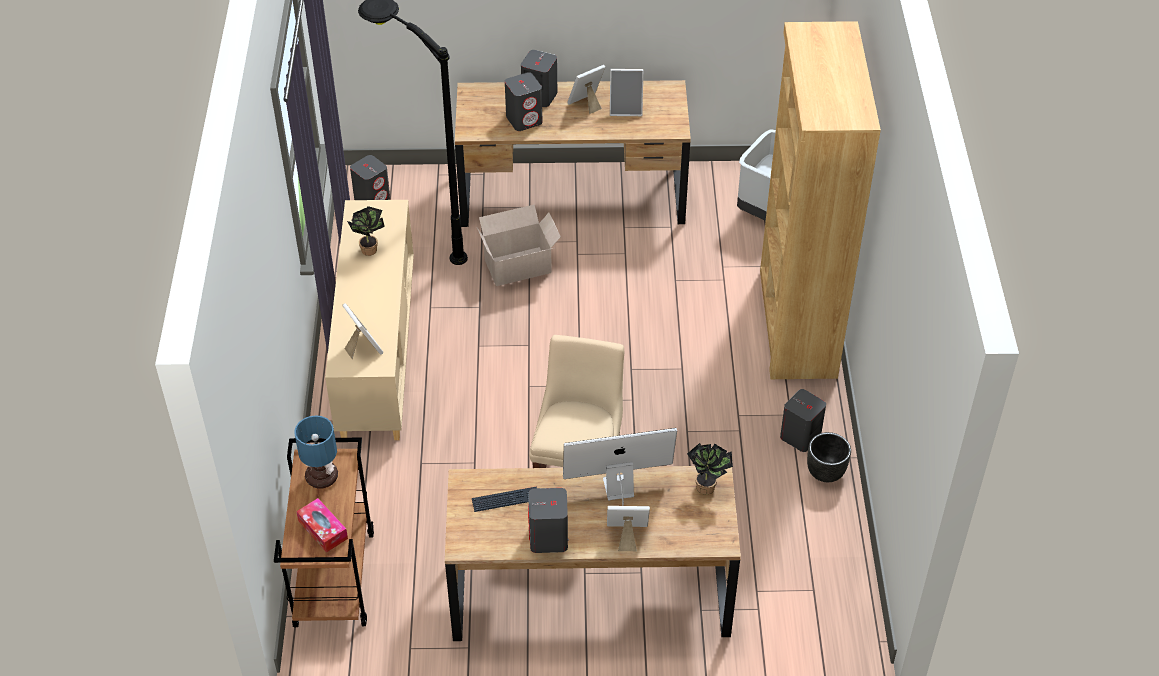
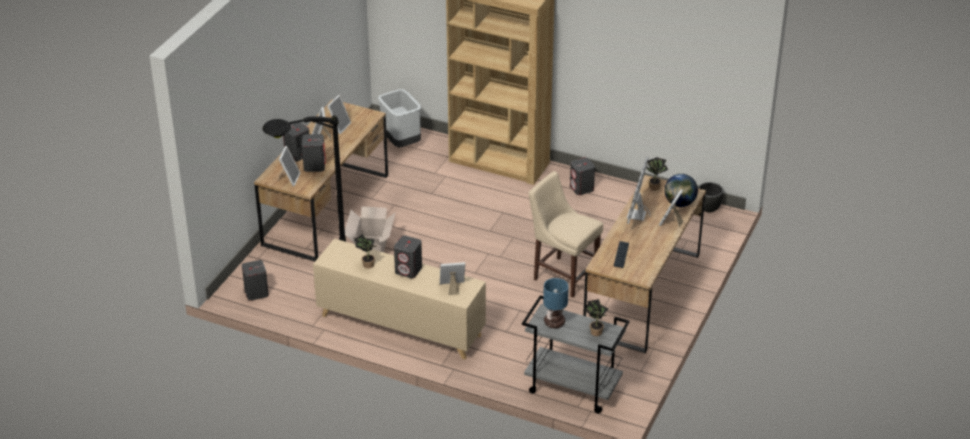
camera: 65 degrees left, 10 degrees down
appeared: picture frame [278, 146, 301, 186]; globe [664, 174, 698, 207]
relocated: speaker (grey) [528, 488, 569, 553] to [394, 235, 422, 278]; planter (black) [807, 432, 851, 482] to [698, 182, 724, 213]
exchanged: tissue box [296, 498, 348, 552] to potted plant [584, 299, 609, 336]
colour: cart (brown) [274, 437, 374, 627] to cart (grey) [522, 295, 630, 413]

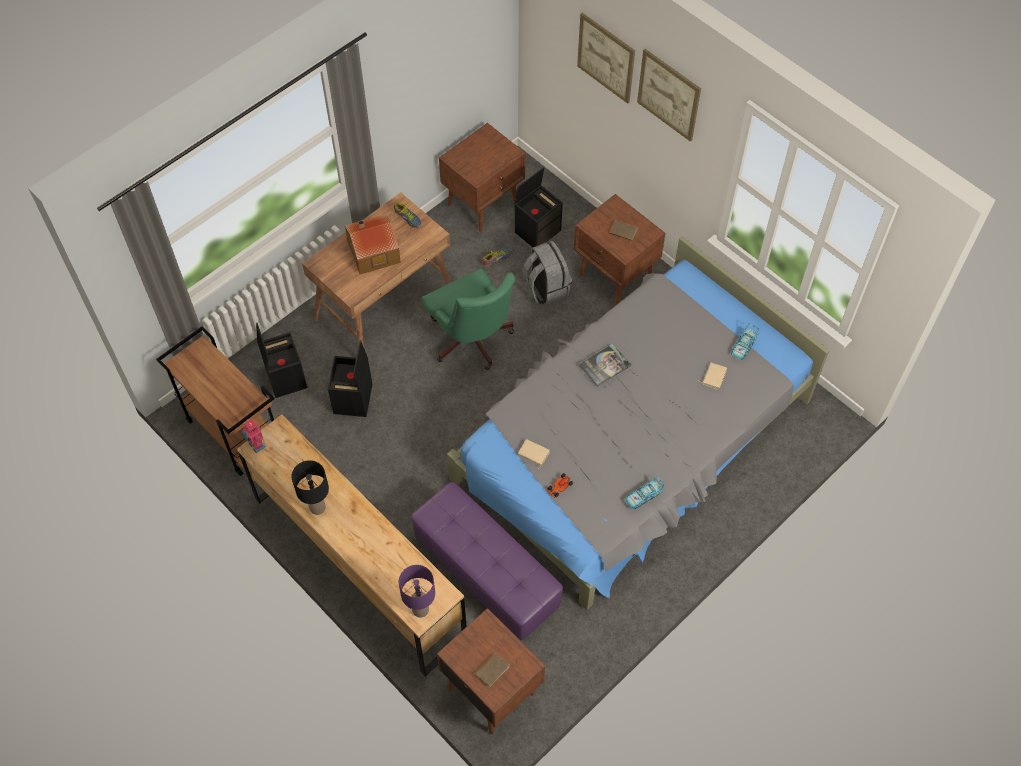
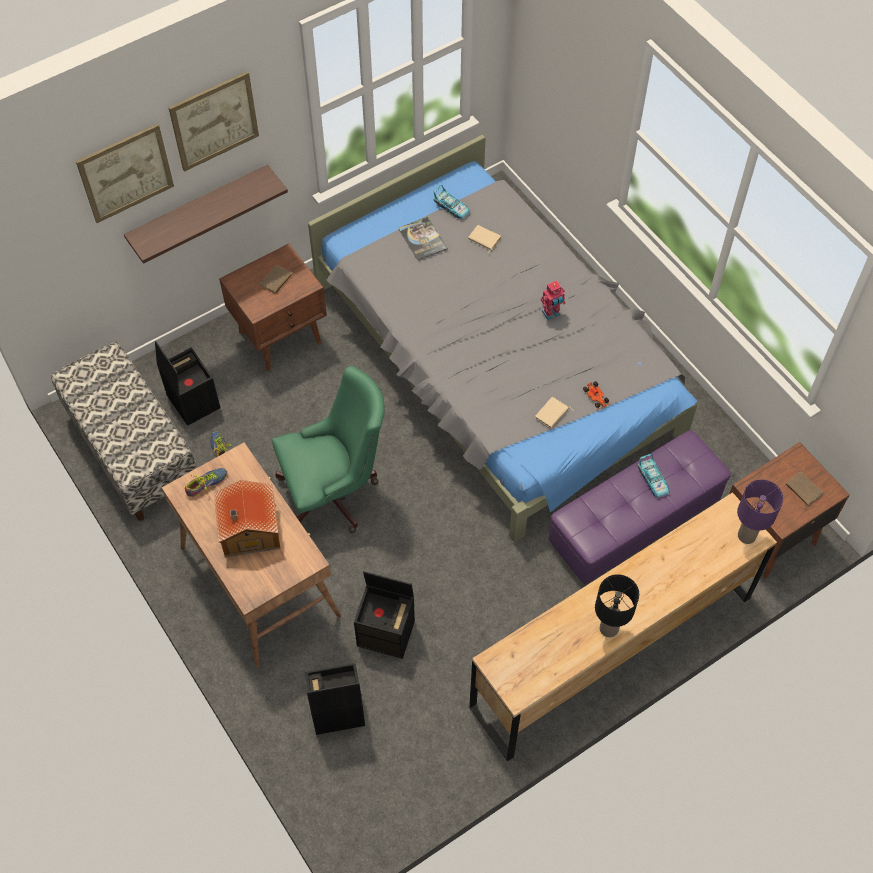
camera: 80 degrees left, 0 degrees up
missing: cart (brown) [156, 326, 275, 476]; backpack (grey) [523, 241, 572, 305]
appeared: shelf [124, 165, 288, 264]
relocated: toy robot [242, 418, 266, 453] to [541, 281, 566, 320]; book [579, 344, 631, 387] to [399, 217, 448, 261]; toy car [625, 476, 664, 509] to [637, 453, 670, 498]
exchanged: nightstand (brown) [439, 123, 526, 232] to bench [51, 342, 197, 521]

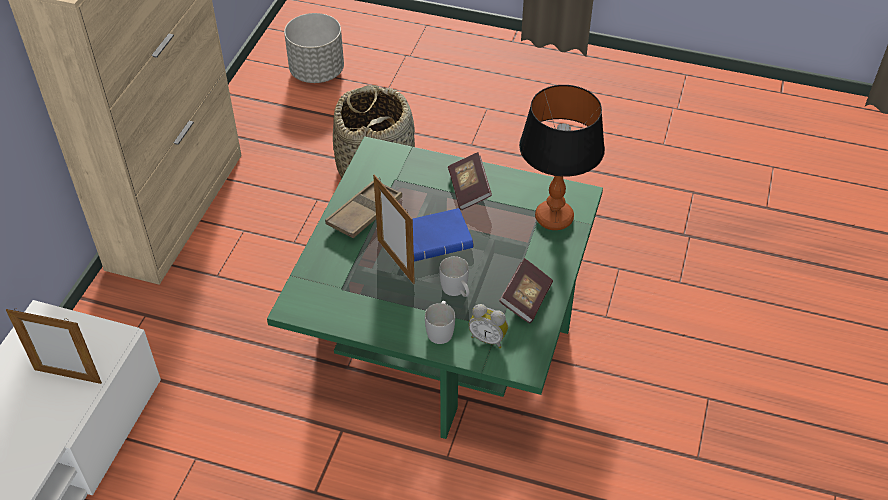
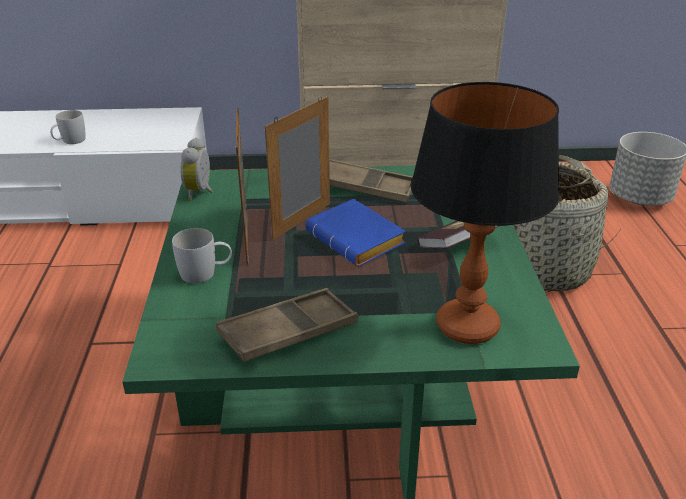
camera: 70 degrees right, 15 degrees down
relocated: picture frame [6, 308, 102, 384] to [236, 107, 248, 265]; mug (white) [439, 256, 469, 297] to [50, 110, 86, 144]; alarm clock [468, 304, 508, 348] to [180, 138, 213, 200]
exchanged: book [499, 258, 553, 323] to tray (brown) [216, 288, 358, 362]

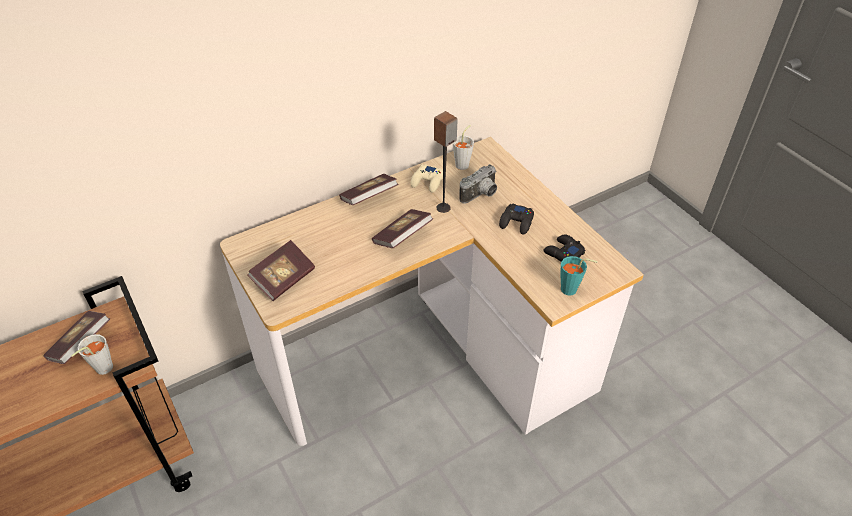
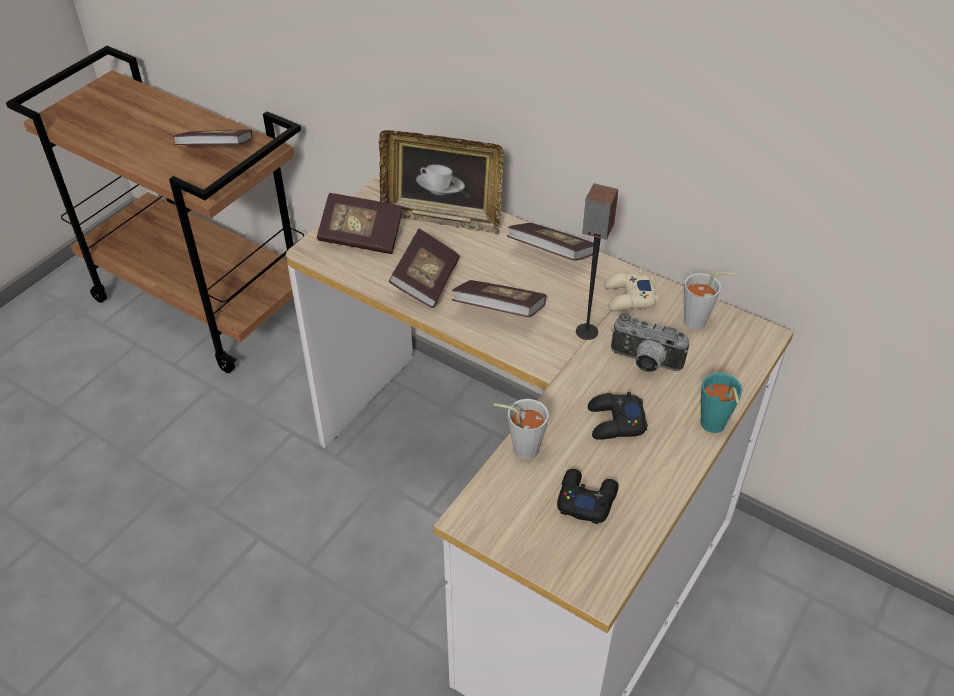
camera: 65 degrees right, 0 degrees up
appeared: picture frame [379, 130, 504, 234]; book [389, 228, 460, 308]
relocated: cup (grey) [71, 334, 113, 375] to [494, 399, 549, 460]; cup (turquoise) [560, 256, 598, 296] to [700, 373, 743, 433]

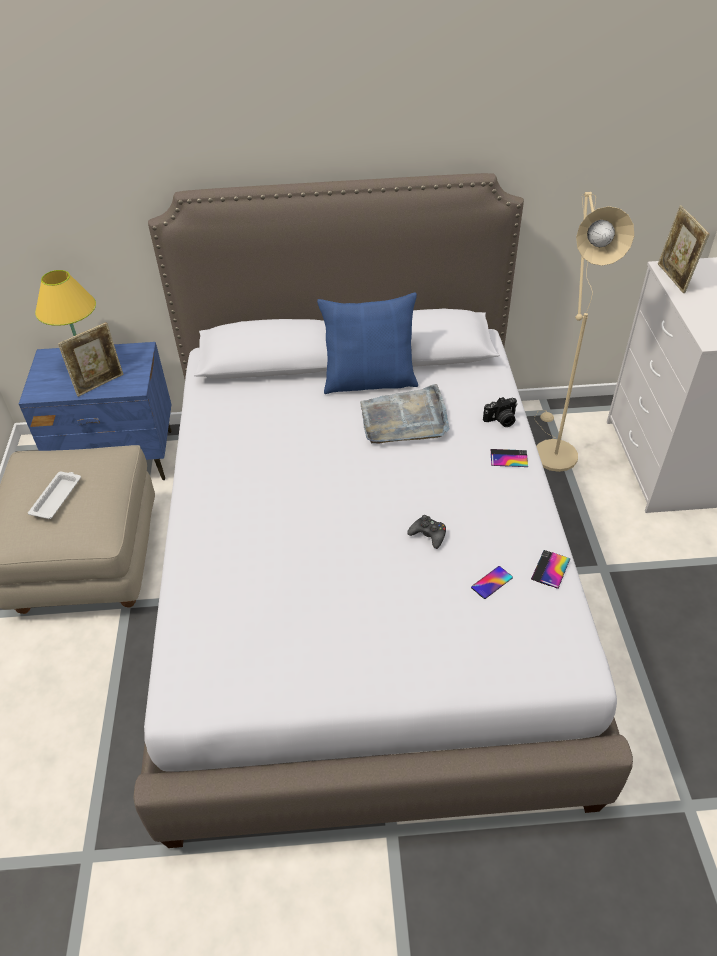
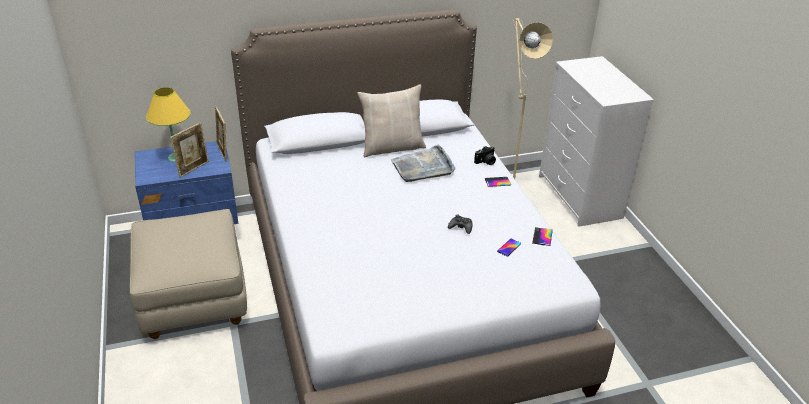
camera: 15 degrees left, 10 degrees down
missing: tray (white) [28, 472, 81, 519]
relocated: picture frame [658, 205, 710, 293] to [215, 106, 227, 161]
colour: pillow (blue) [317, 293, 418, 394] to pillow (beige) [357, 84, 426, 157]

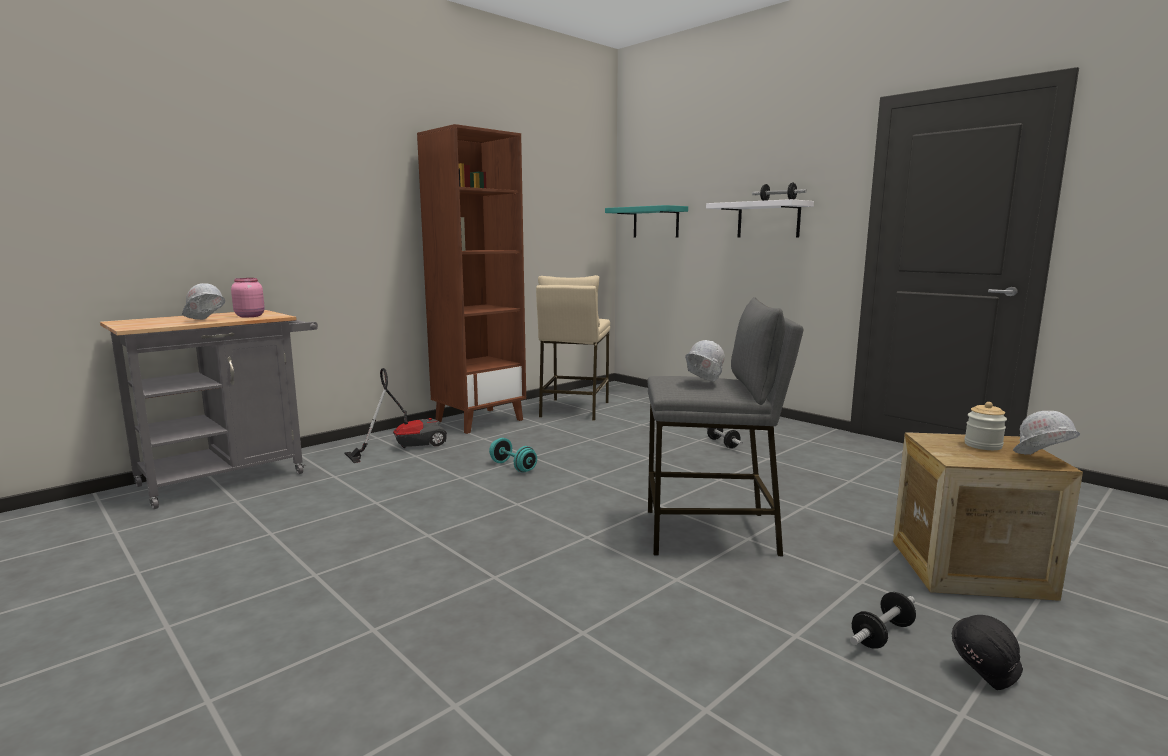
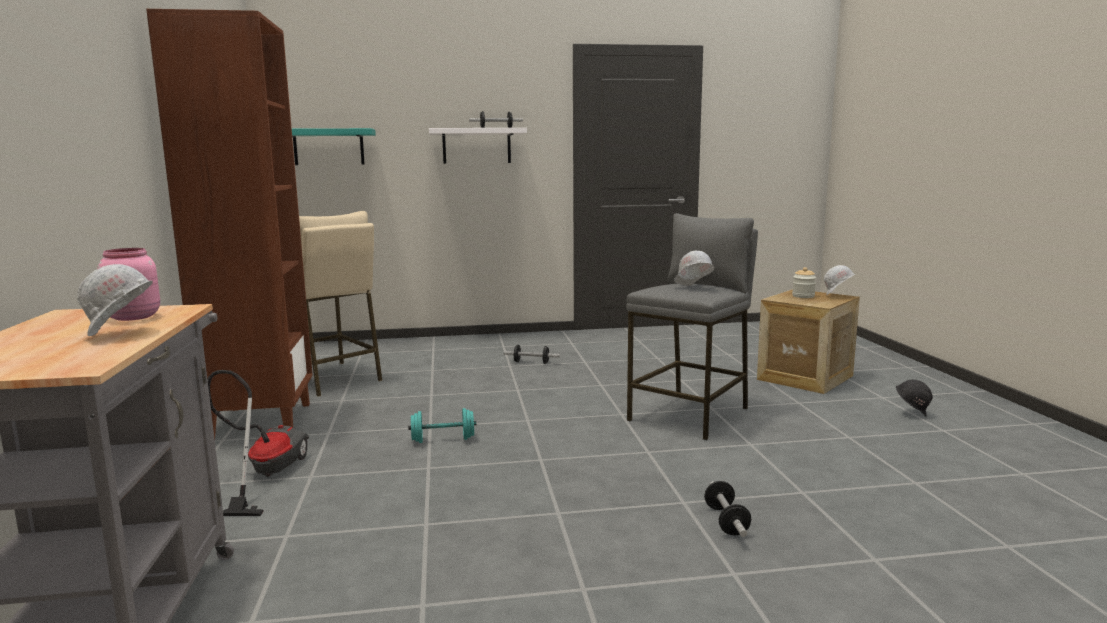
camera: 55 degrees left, 0 degrees up
relocated: dumbbell [850, 592, 916, 649] to [704, 481, 751, 537]

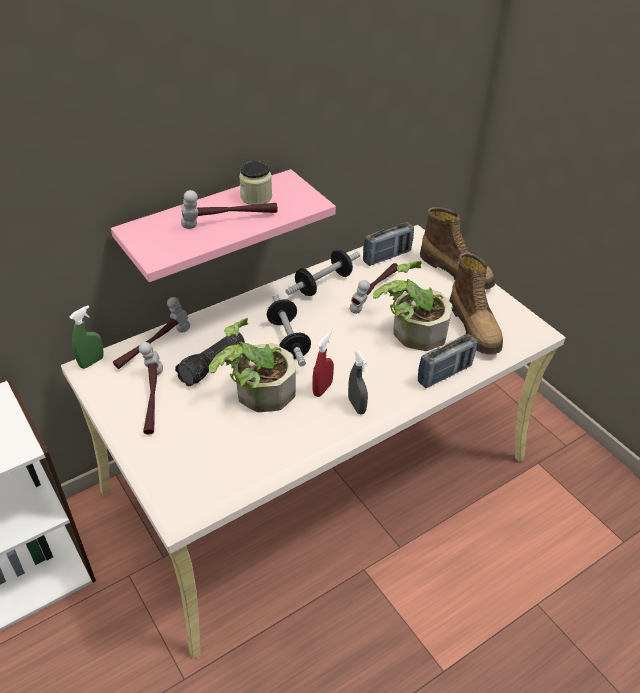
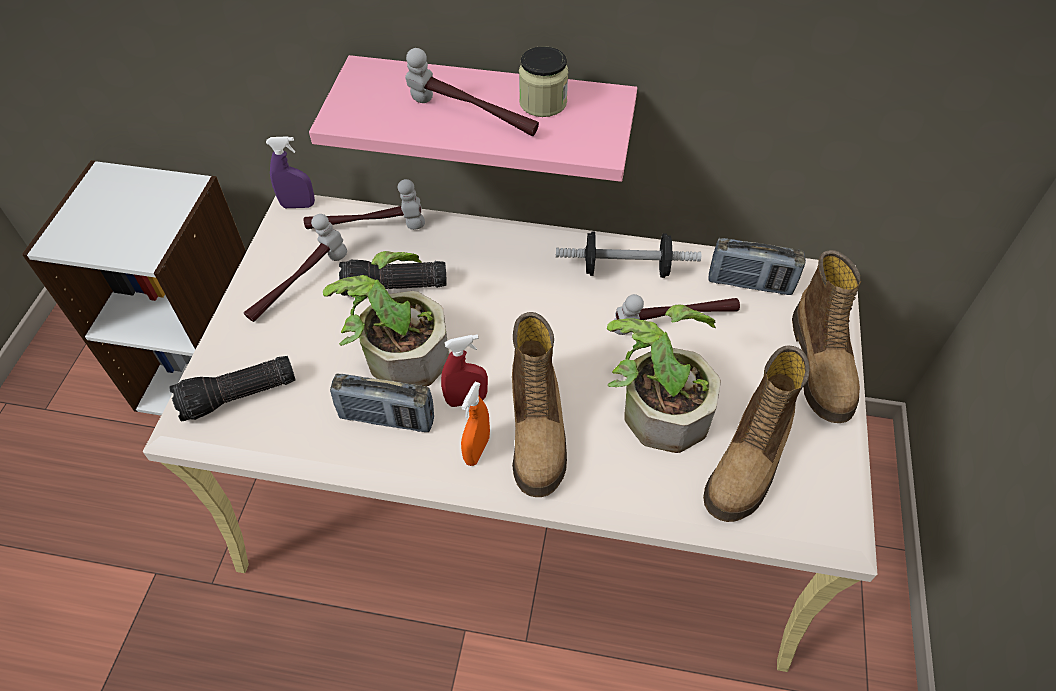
camera: 45 degrees right, 10 degrees up
missing: dumbbell [267, 294, 311, 367]
appeared: flashlight [169, 356, 295, 422]; boot [512, 312, 567, 497]
relocated: radio [418, 334, 478, 388] to [330, 373, 434, 432]
colour: spray bottle (green) [70, 305, 103, 369] to spray bottle (purple) [266, 136, 315, 208]; spray bottle (grey) [348, 350, 368, 414] to spray bottle (orange) [461, 382, 490, 466]

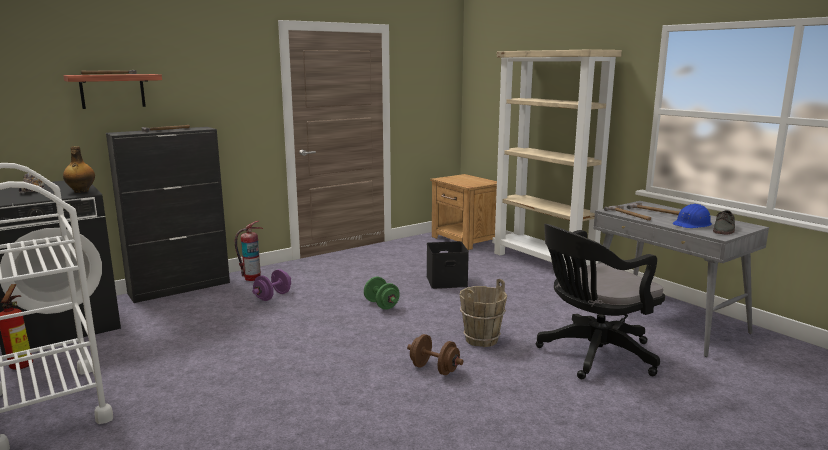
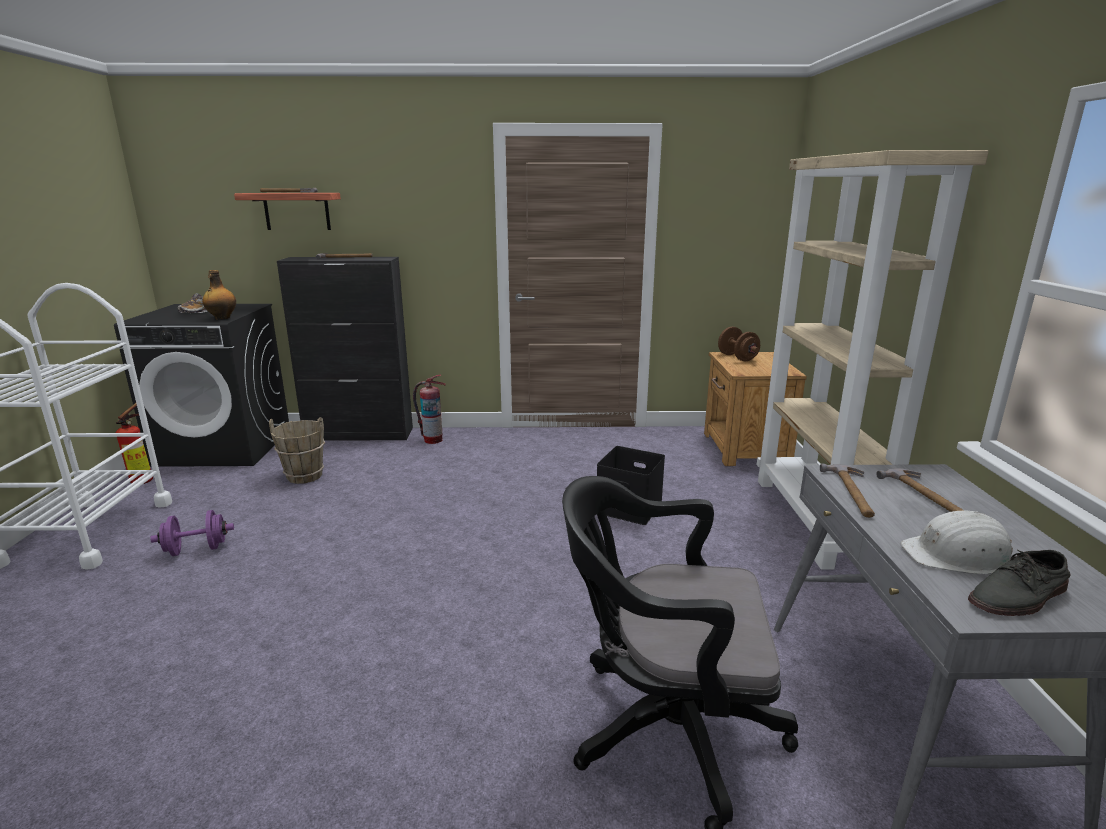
camera: 35 degrees right, 5 degrees up
missing: dumbbell (green) [364, 277, 400, 310]
relocated: dumbbell (purple) [252, 269, 291, 301] to [150, 510, 234, 556]; dumbbell (brown) [407, 334, 463, 375] to [718, 327, 760, 361]; bucket (brown) [460, 279, 507, 347] to [269, 417, 325, 484]
colour: hard hat (blue) [672, 204, 712, 228] to hard hat (white) [900, 511, 1013, 574]

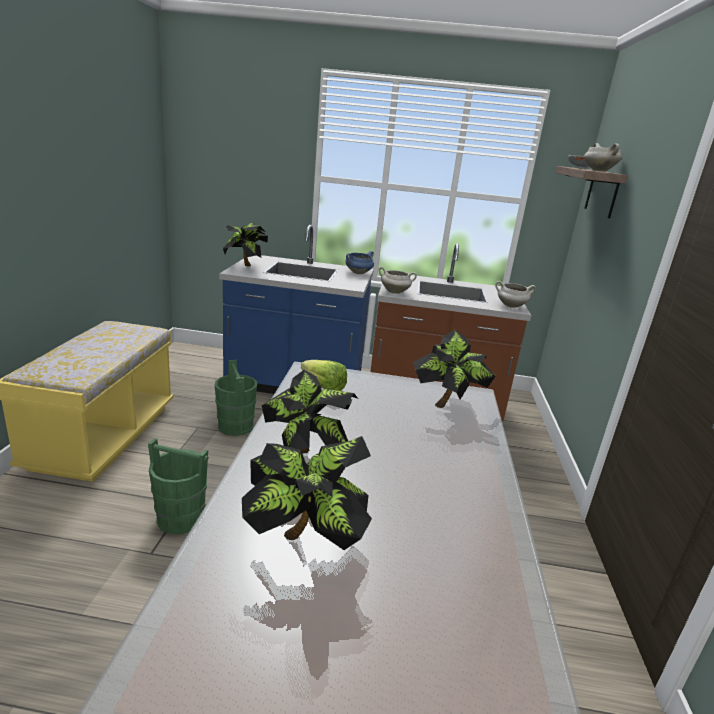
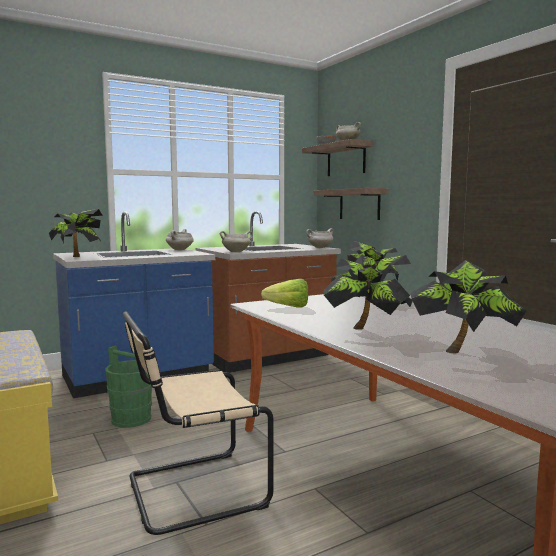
camera: 35 degrees left, 15 degrees down
appeared: shelf [314, 188, 389, 220]
exchanged: bucket (green) [148, 438, 209, 535] to chair (beige) [123, 311, 273, 535]
colour: cooking pot (blue) [345, 251, 374, 274] to cooking pot (white) [166, 229, 194, 250]

